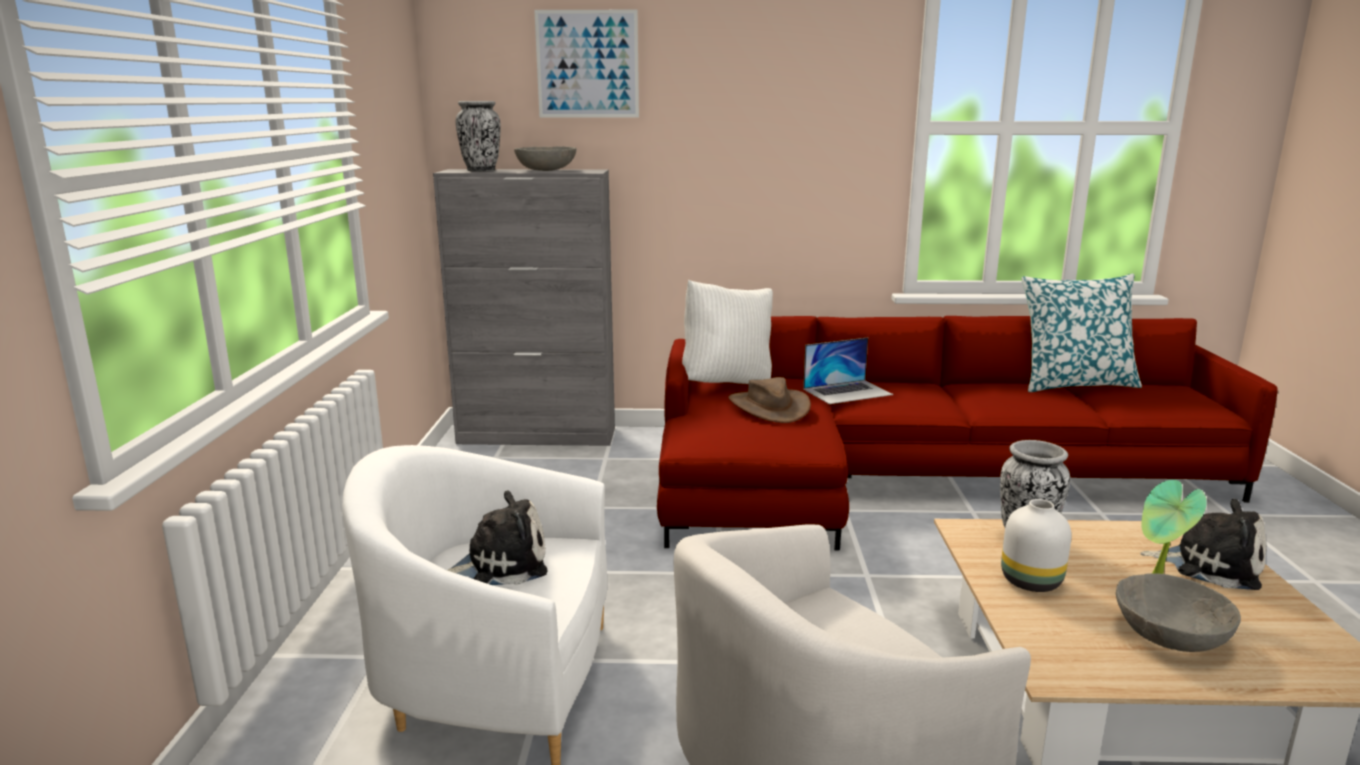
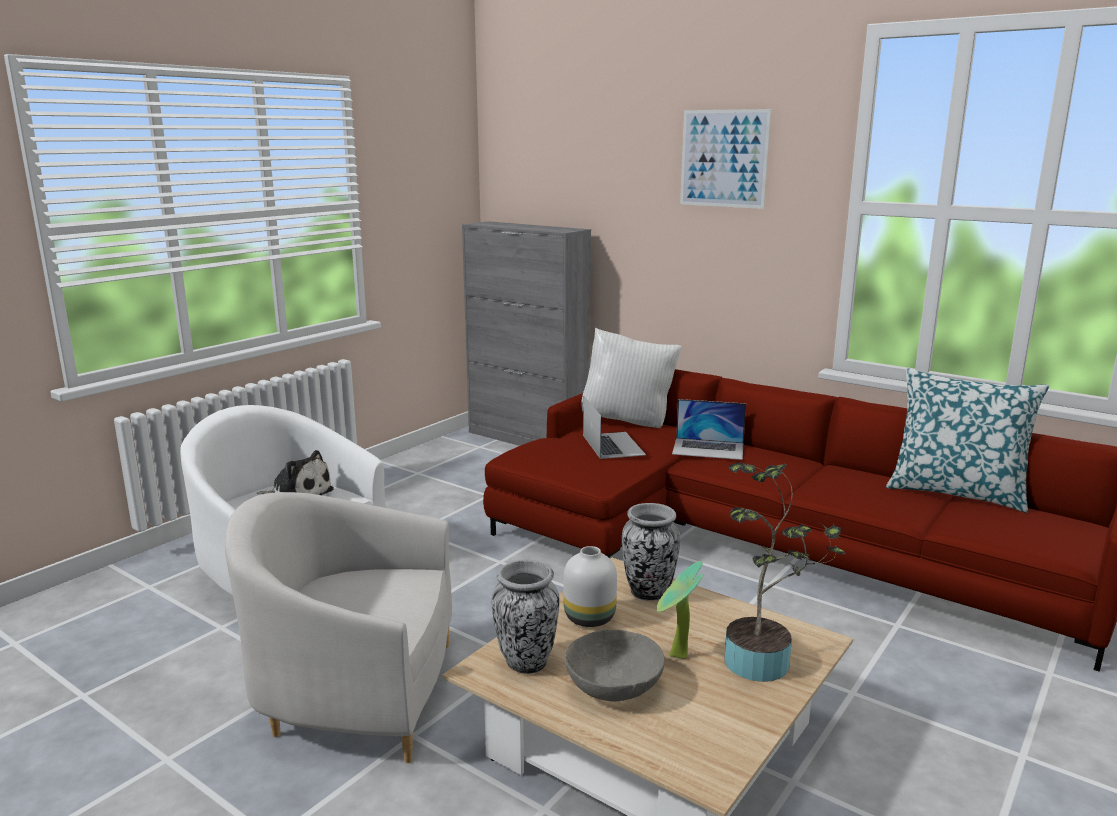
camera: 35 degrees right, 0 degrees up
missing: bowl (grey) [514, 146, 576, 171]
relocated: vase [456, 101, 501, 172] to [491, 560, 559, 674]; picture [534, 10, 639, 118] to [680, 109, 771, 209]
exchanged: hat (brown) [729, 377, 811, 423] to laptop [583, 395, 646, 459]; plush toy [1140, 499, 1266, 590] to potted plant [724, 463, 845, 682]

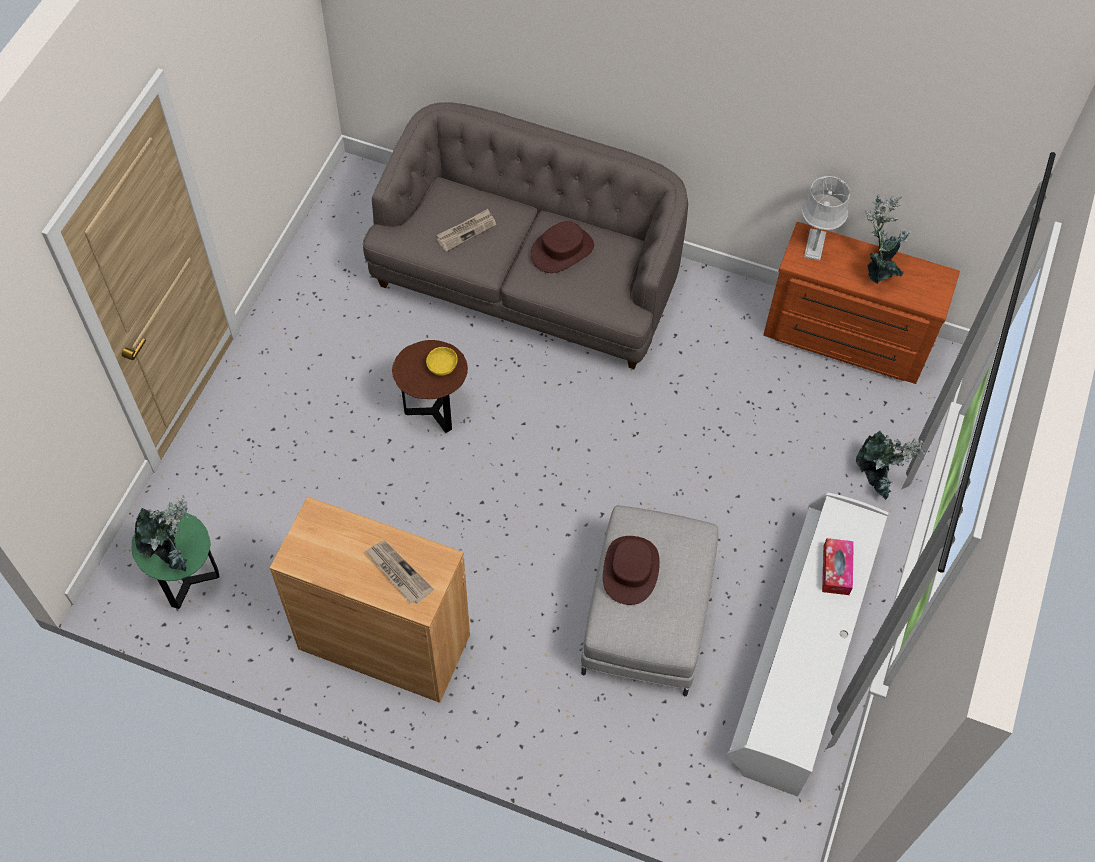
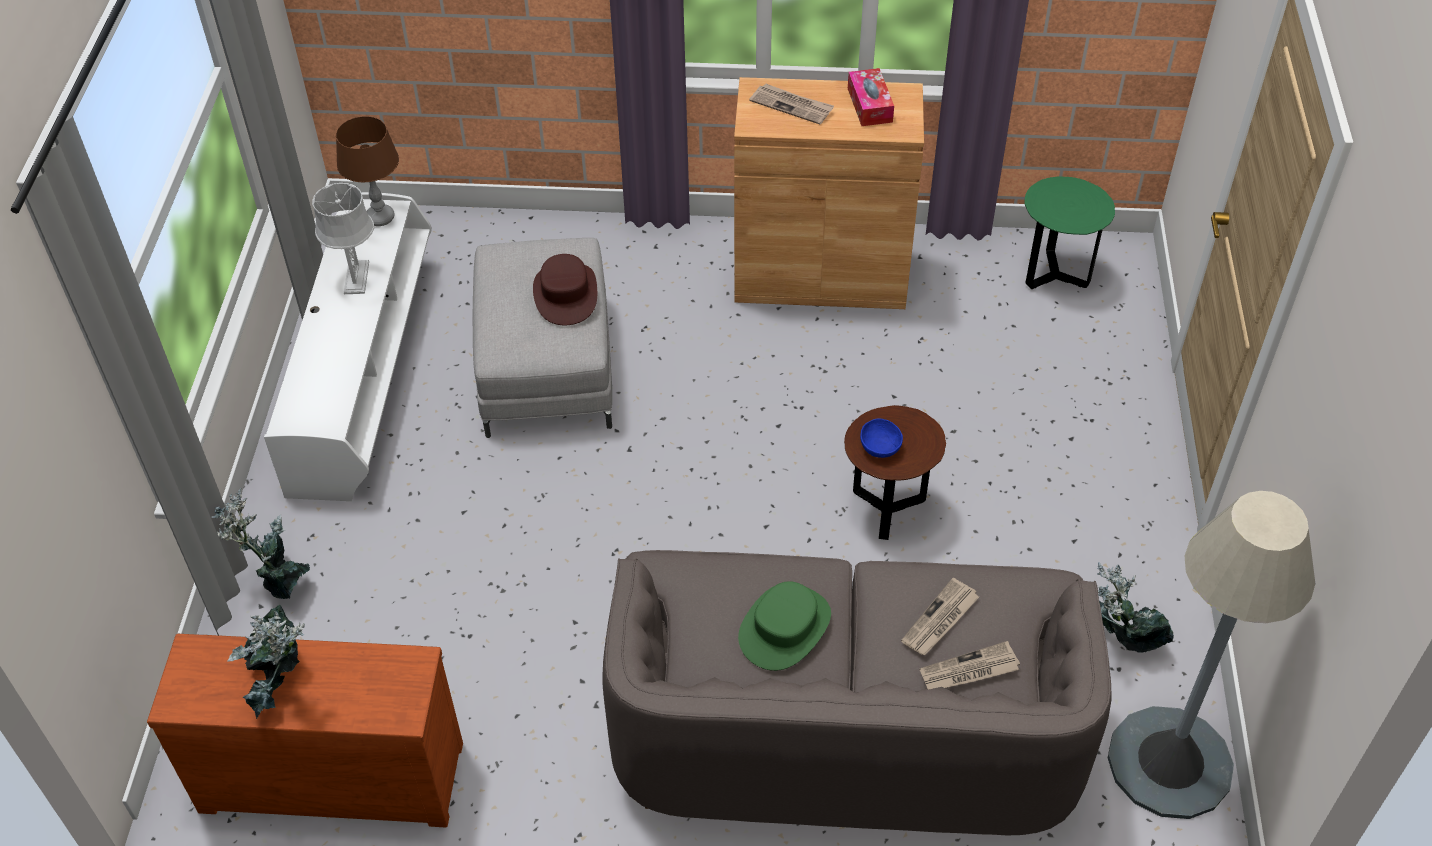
camera: 165 degrees right, 10 degrees down
appeared: table lamp (brown) [336, 116, 399, 226]; newspaper [920, 641, 1020, 689]; floor lamp (grey) [1108, 491, 1315, 819]
relocated: potted plant [135, 495, 189, 572] to [1097, 562, 1174, 653]; table lamp (grey) [801, 176, 850, 261] to [312, 183, 374, 294]; tissue box [822, 538, 854, 595] to [848, 68, 894, 126]
colour: bowl (yellow) [426, 347, 458, 376] to bowl (blue) [860, 419, 903, 458]; hat (brown) [530, 221, 594, 273] to hat (green) [738, 581, 831, 671]

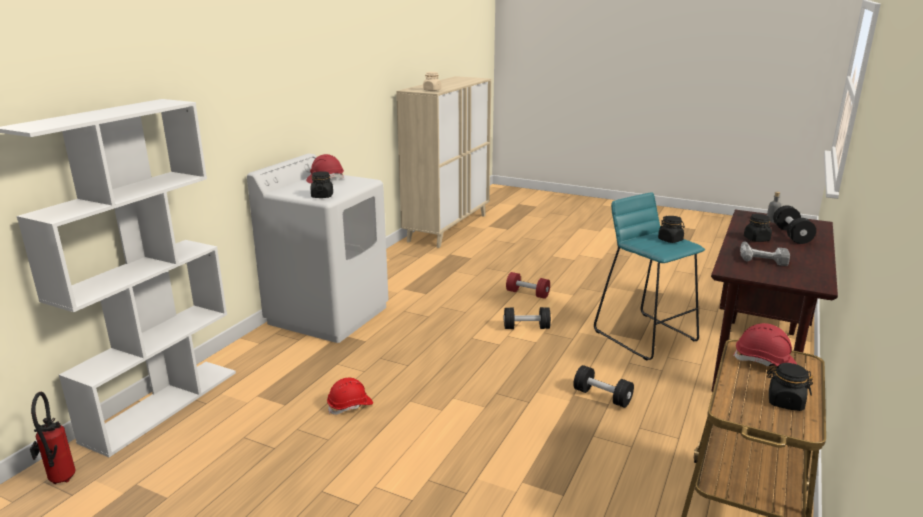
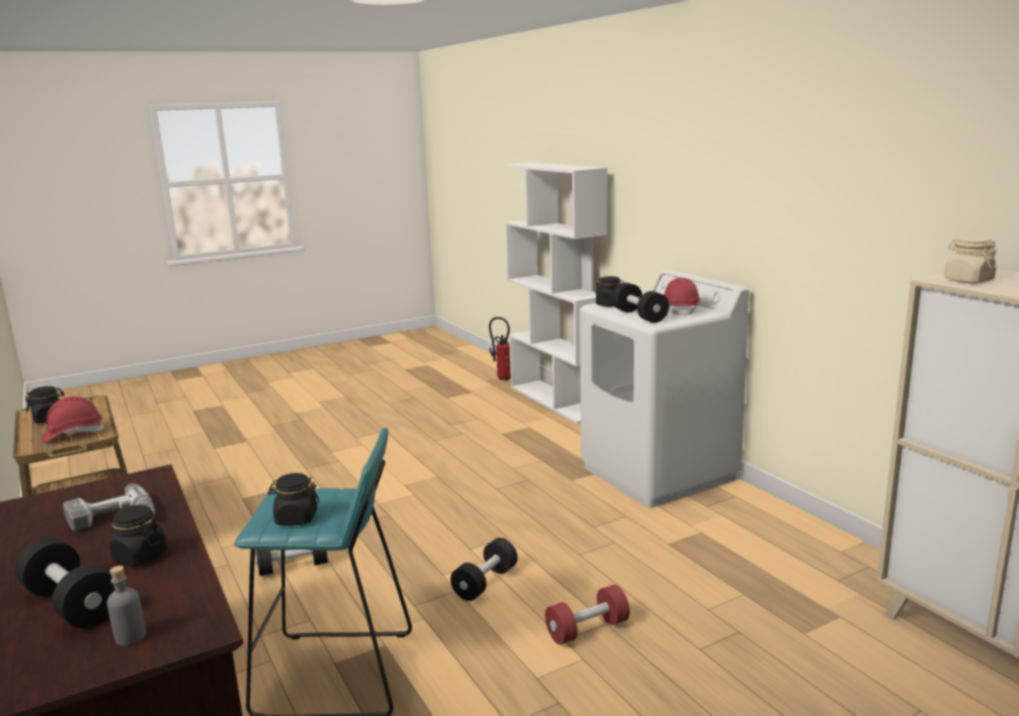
camera: 125 degrees right, 5 degrees down
missing: hard hat (red) [327, 378, 373, 415]
appeared: dumbbell (black) [612, 282, 669, 323]

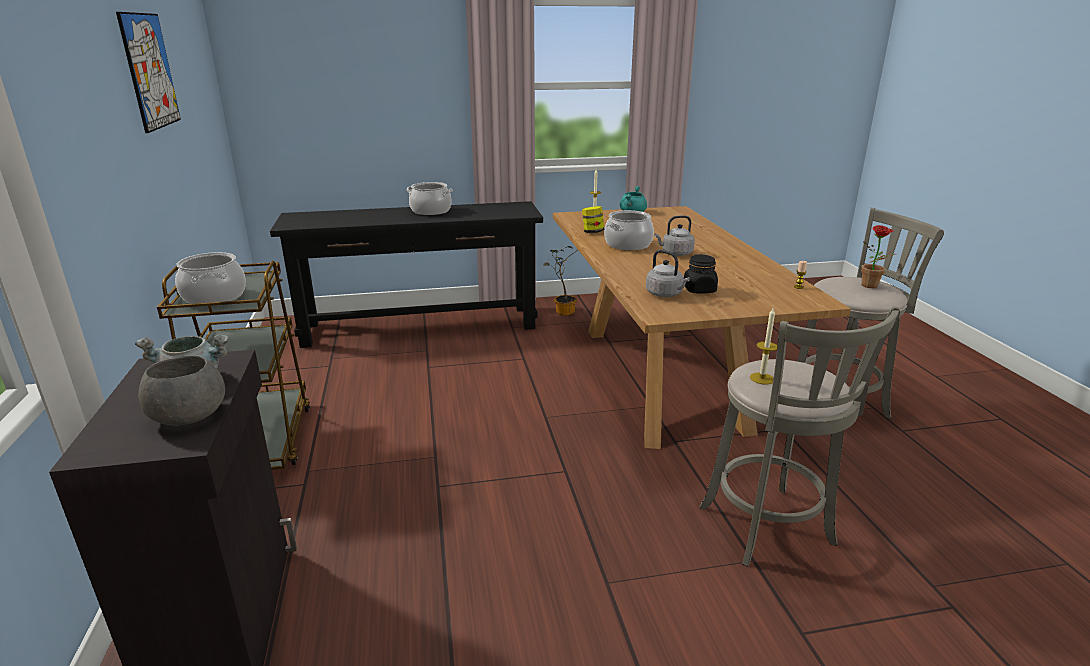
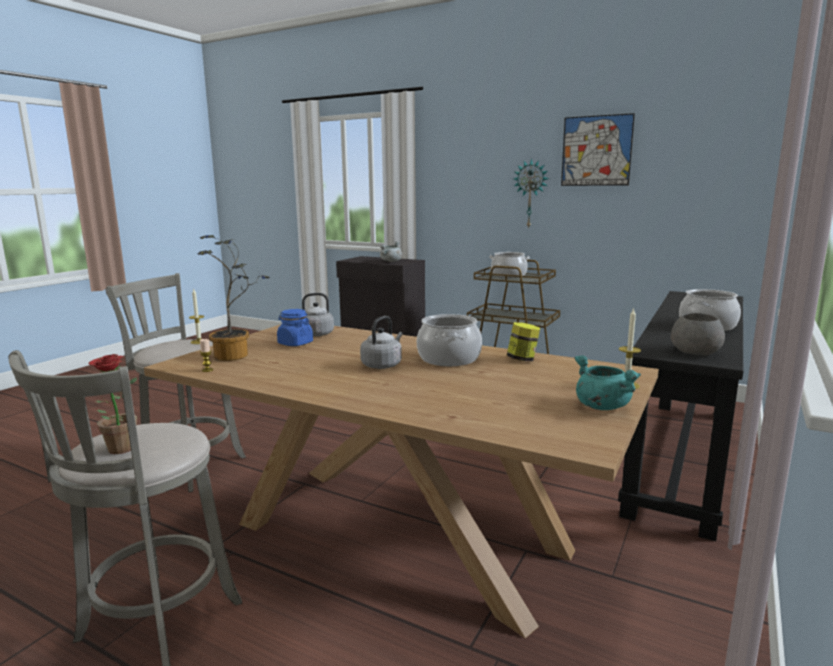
camera: 130 degrees right, 10 degrees down
appeared: wall clock [514, 159, 549, 229]
relocated: bowl (grey) [138, 355, 225, 426] to [671, 313, 725, 355]; potted plant [543, 246, 578, 316] to [198, 235, 271, 361]
colour: jar (black) [684, 254, 718, 293] to jar (blue) [277, 309, 313, 346]

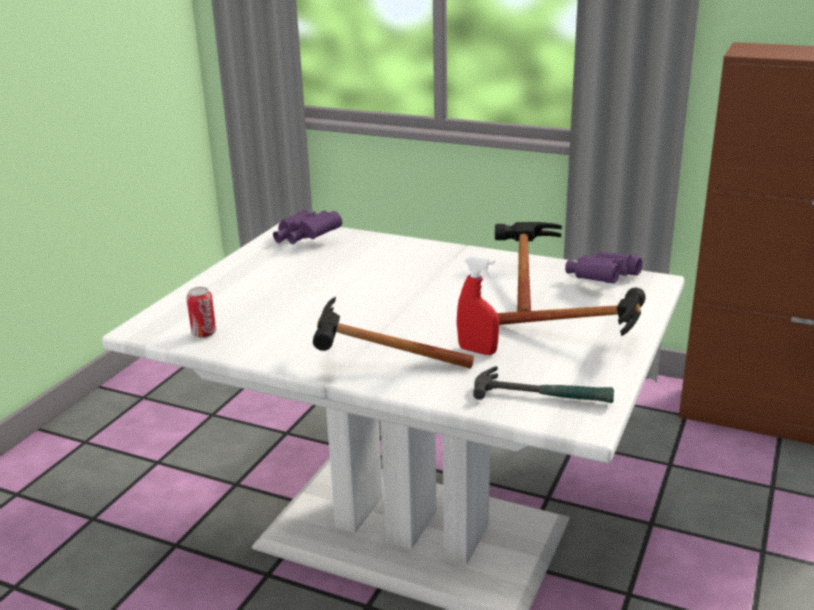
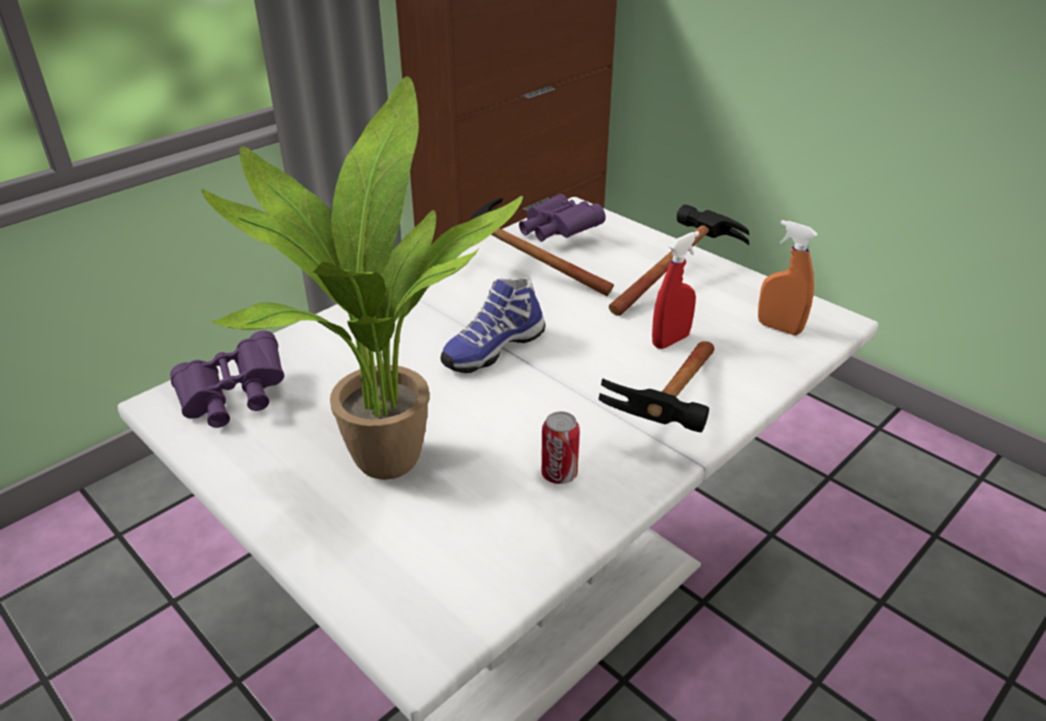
camera: 70 degrees left, 10 degrees up
appeared: potted plant [201, 76, 523, 480]; shoe [440, 278, 545, 373]
relocated: can [186, 287, 217, 338] to [541, 411, 580, 484]
exchanged: hammer [473, 366, 614, 403] to spray bottle (orange) [758, 220, 818, 335]

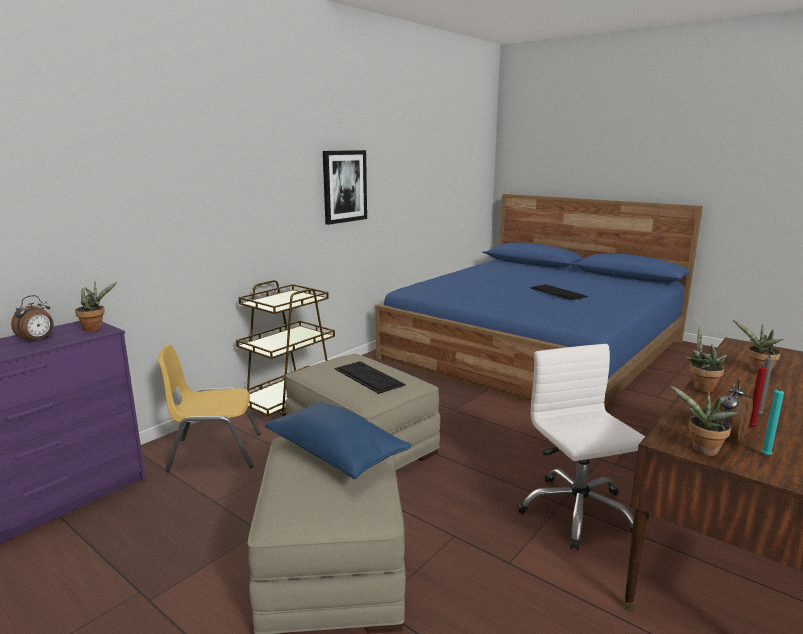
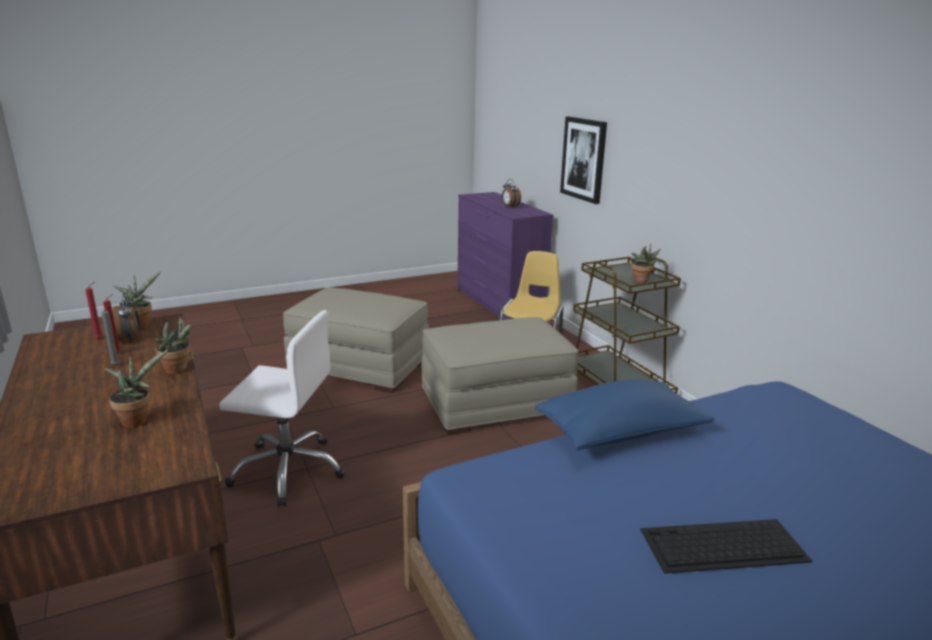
camera: 115 degrees right, 5 degrees up
missing: keyboard [334, 361, 406, 394]
relocated: potted plant [75, 282, 117, 331] to [630, 244, 661, 283]; pillow (blue) [265, 401, 411, 479] to [535, 379, 714, 450]; picture [323, 150, 367, 225] to [560, 117, 607, 204]
colour: candle (turquoise) [761, 382, 784, 456] to candle (red) [85, 282, 102, 339]

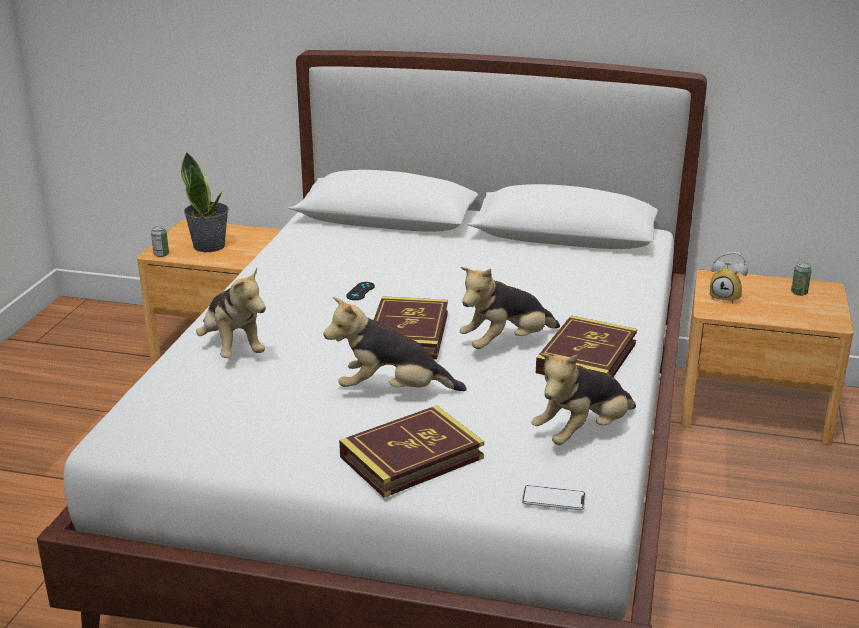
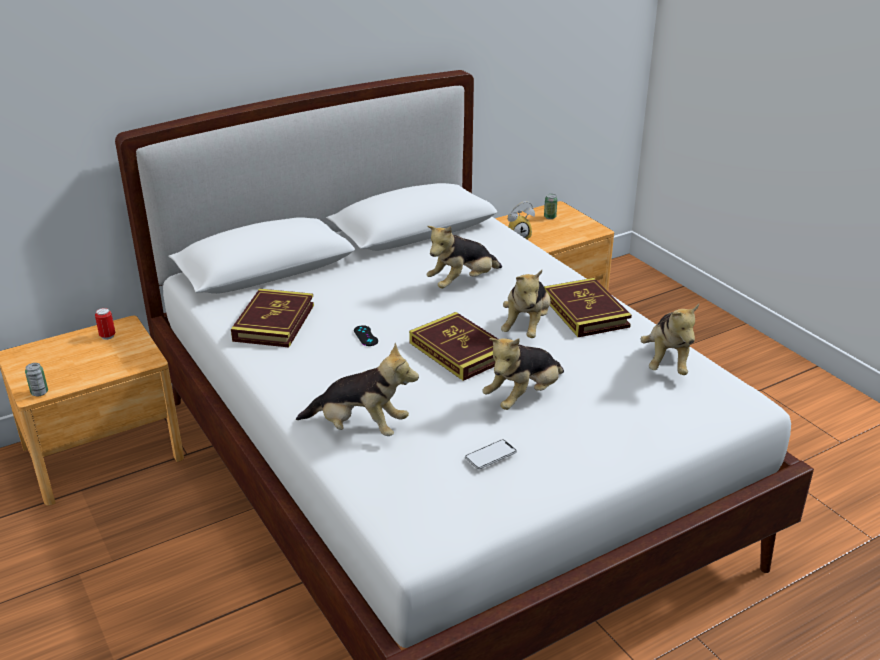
camera: 45 degrees left, 5 degrees up
missing: potted plant [181, 152, 229, 252]
appeared: can [95, 308, 115, 340]; plush toy [427, 226, 502, 288]
relocated: book [339, 405, 484, 498] to [231, 288, 314, 347]; phone [522, 485, 586, 510] to [465, 439, 517, 469]

